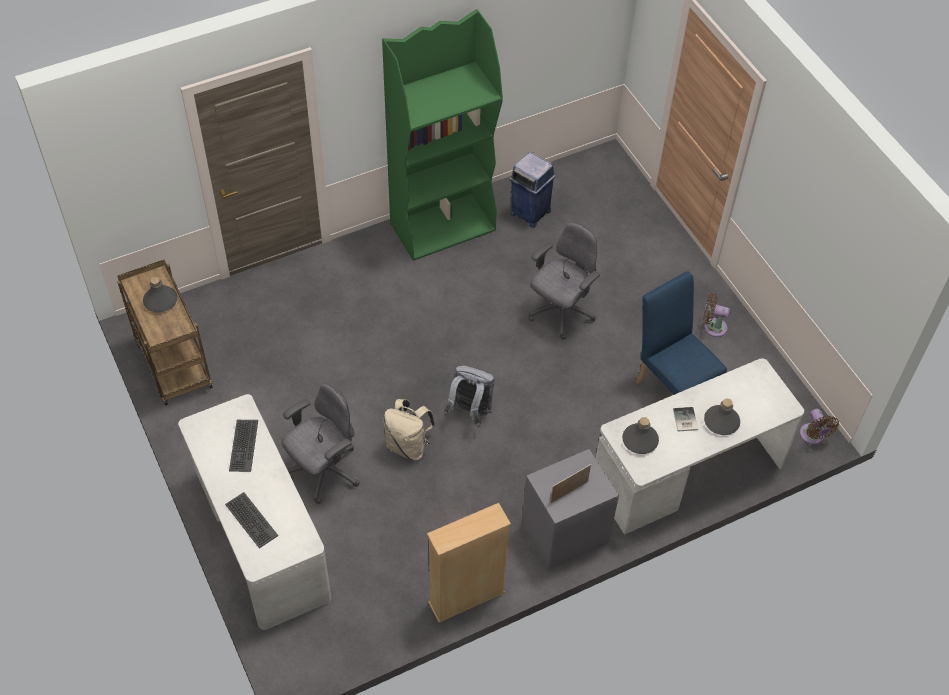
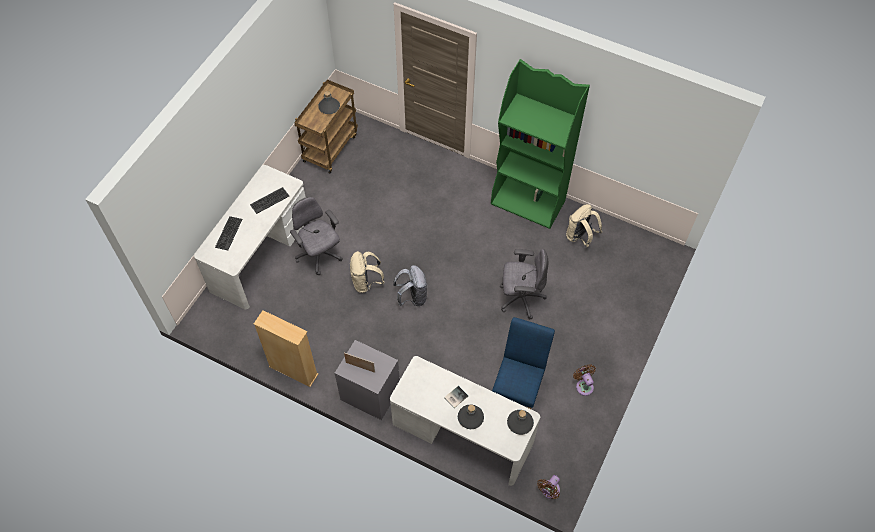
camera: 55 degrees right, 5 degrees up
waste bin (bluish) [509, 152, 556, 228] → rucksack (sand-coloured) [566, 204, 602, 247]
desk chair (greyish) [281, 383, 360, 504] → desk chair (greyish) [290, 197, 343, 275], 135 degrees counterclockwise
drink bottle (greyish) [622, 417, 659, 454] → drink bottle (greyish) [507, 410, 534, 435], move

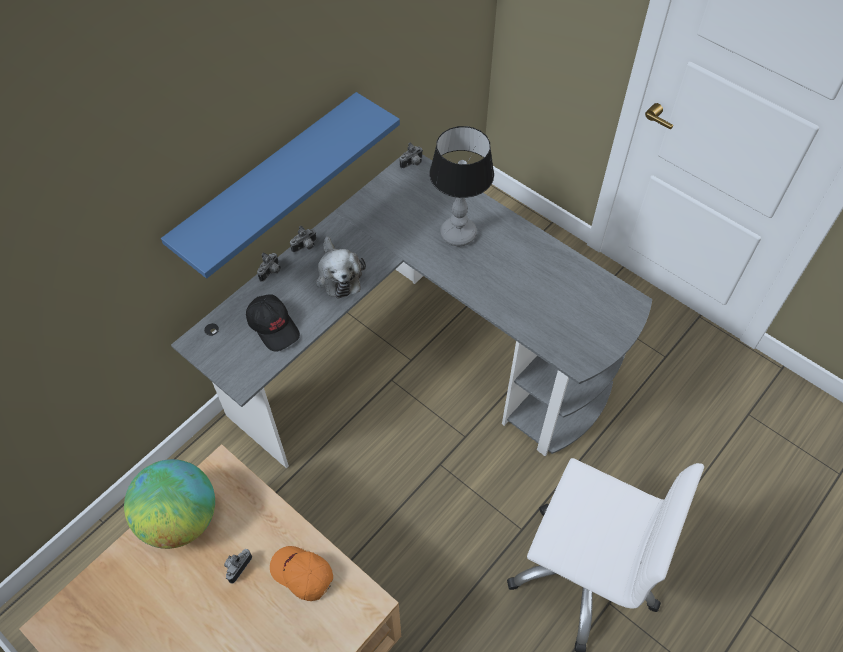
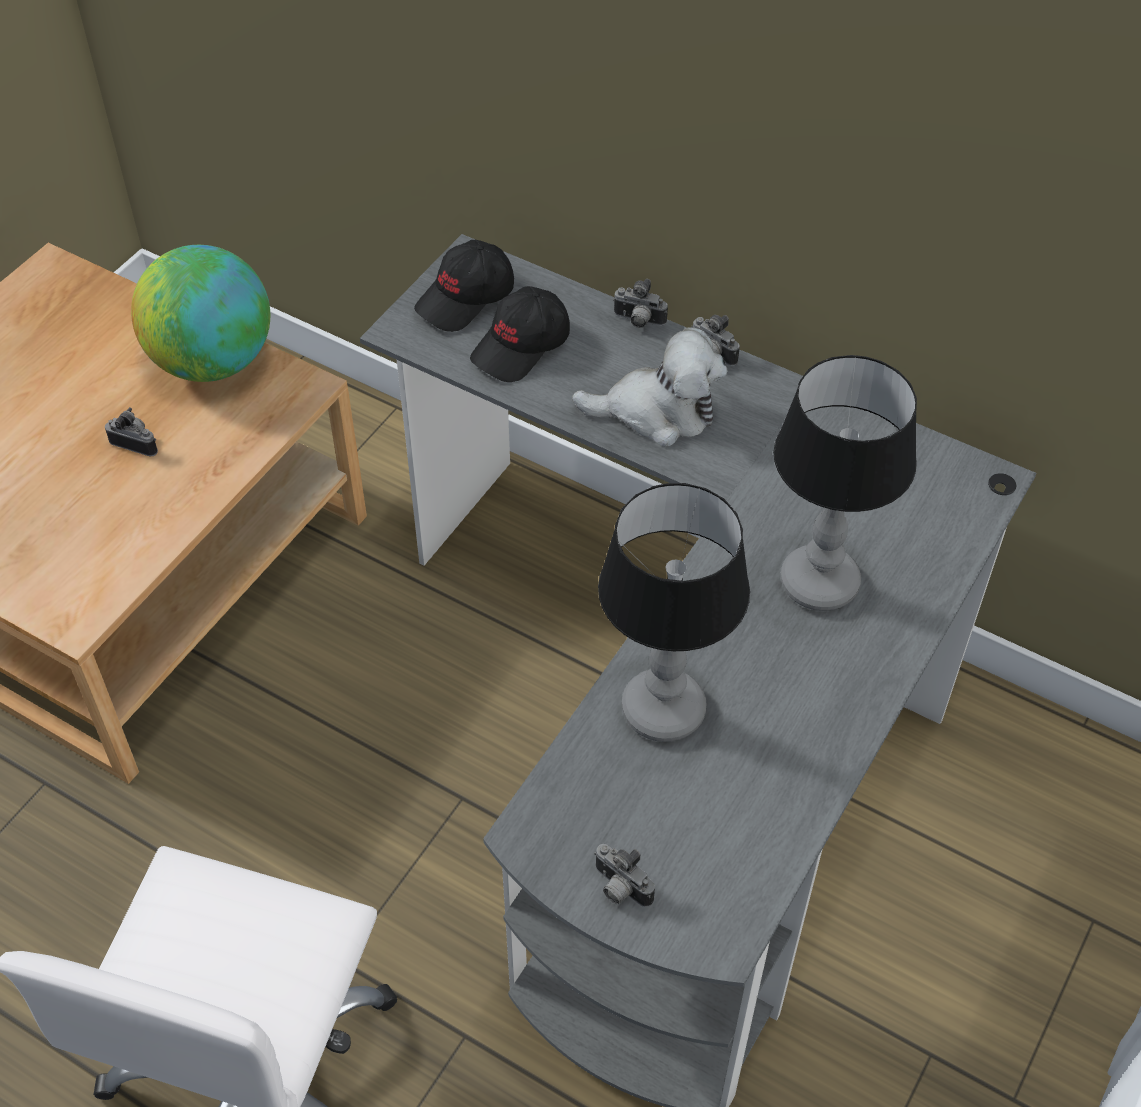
camera: 80 degrees right, 5 degrees down
bracket shelf (bluish) [161, 92, 400, 279] → -
still camera [399, 143, 423, 169] → still camera [594, 844, 655, 907], move
plush toy [316, 236, 366, 299] → plush toy [572, 327, 727, 446], 150 degrees counterclockwise
peaked cap (orange-coloured) [270, 546, 333, 601] → -
- → peaked cap (black-coloured) [414, 240, 514, 332]
- → tabletop lamp [598, 483, 750, 742]

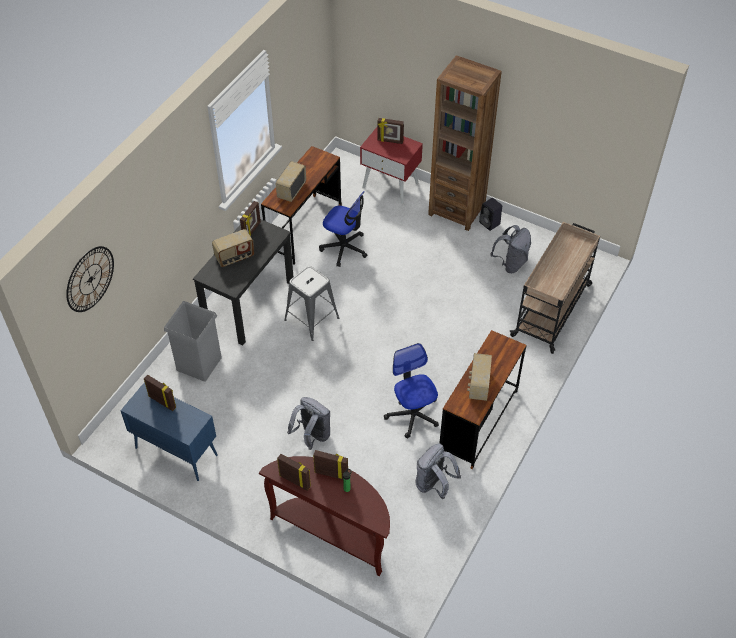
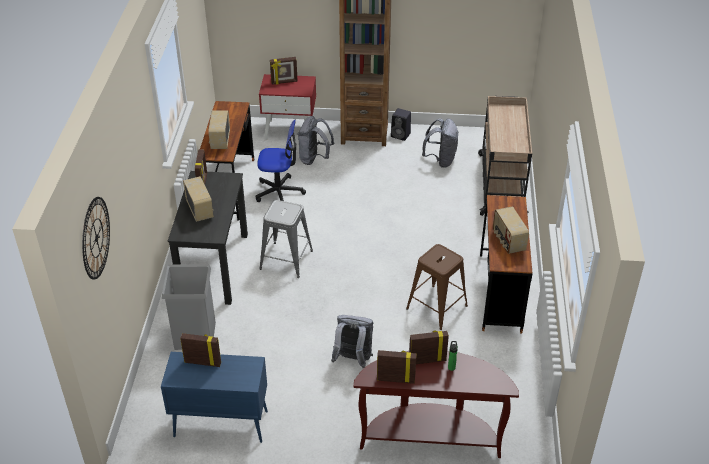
camera: 25 degrees left, 10 degrees down
radio receiver [212, 229, 254, 267] → radio receiver [183, 176, 214, 222], 60 degrees counterclockwise
desk chair [384, 343, 439, 438] → stool seat (brown) [406, 244, 468, 330]
rucksack (greyish) [416, 444, 461, 499] → rucksack (greyish) [297, 116, 334, 165], move

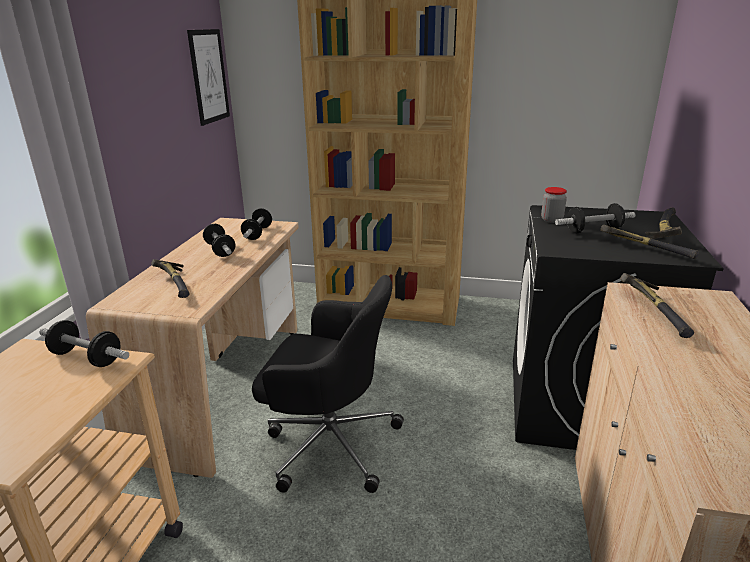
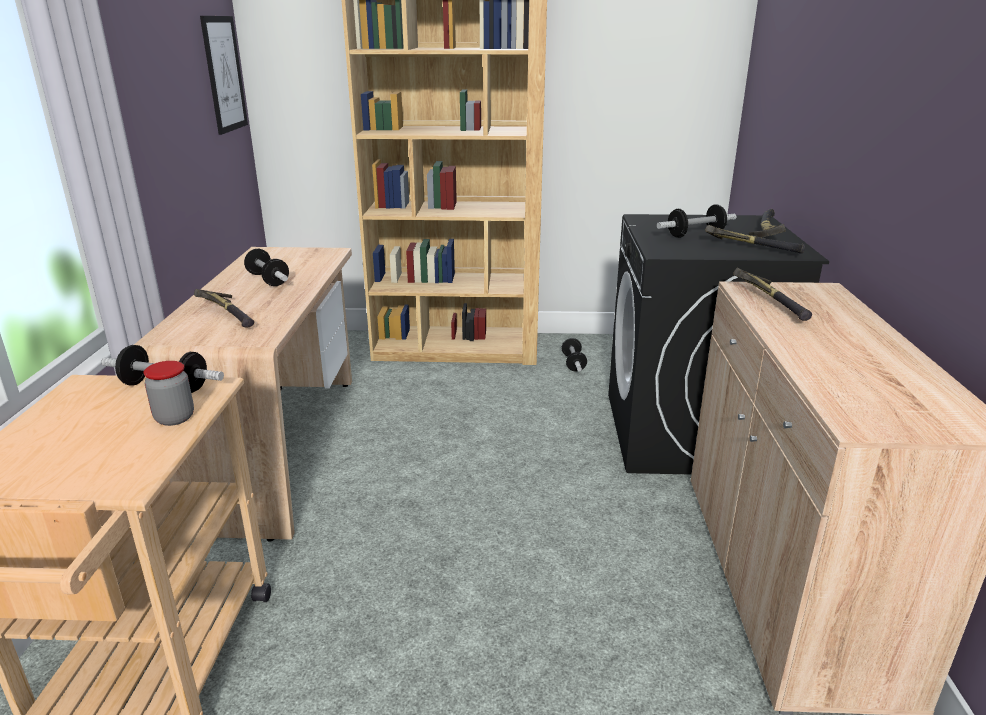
camera: 10 degrees left, 0 degrees up
storage jar [541, 187, 567, 223] → storage jar [144, 361, 194, 426], move
hand weight [241, 208, 272, 240] → hand weight [561, 338, 587, 372], move
desk chair (black-coloured) [252, 275, 404, 493] → -

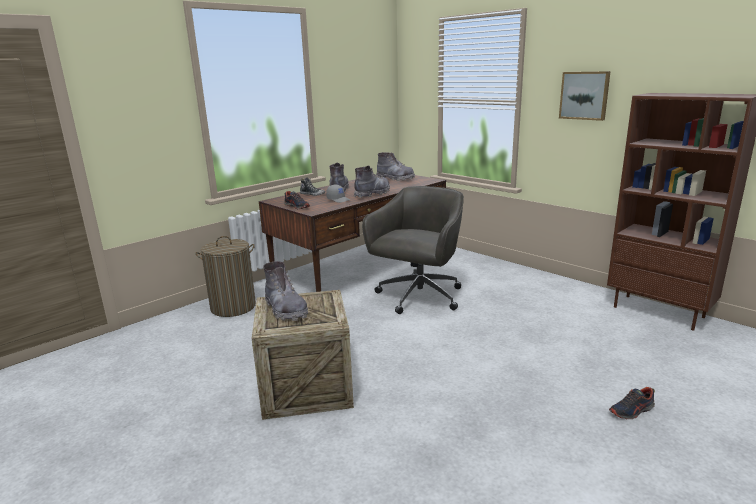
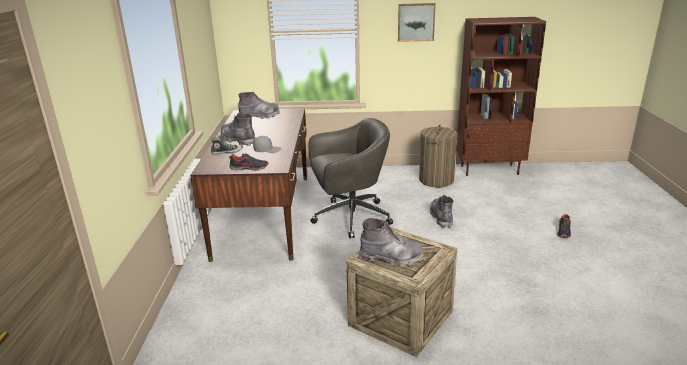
camera: 45 degrees left, 5 degrees up
tall boot (greyish) [354, 165, 390, 198] → tall boot (greyish) [430, 195, 453, 228], move
desk chair (greyish) [362, 186, 464, 314] → desk chair (greyish) [308, 118, 393, 238], 90 degrees clockwise
washing basket [195, 236, 256, 317] → washing basket [419, 125, 457, 188], move

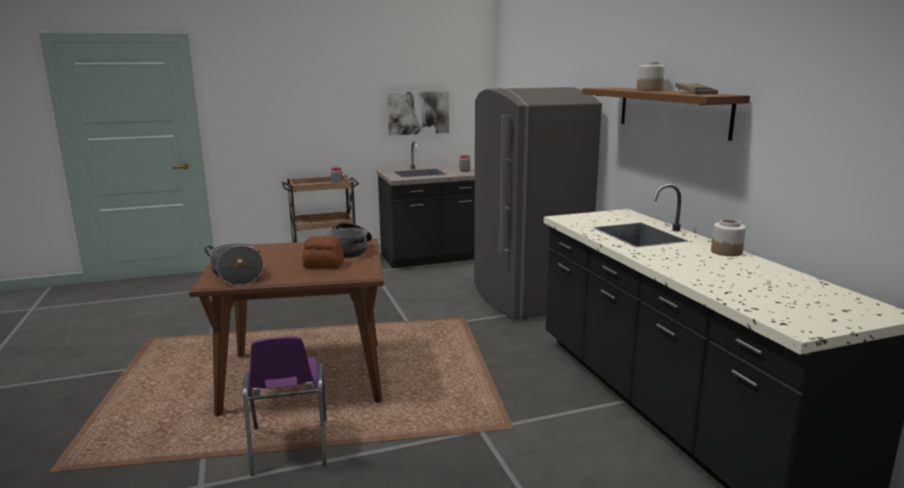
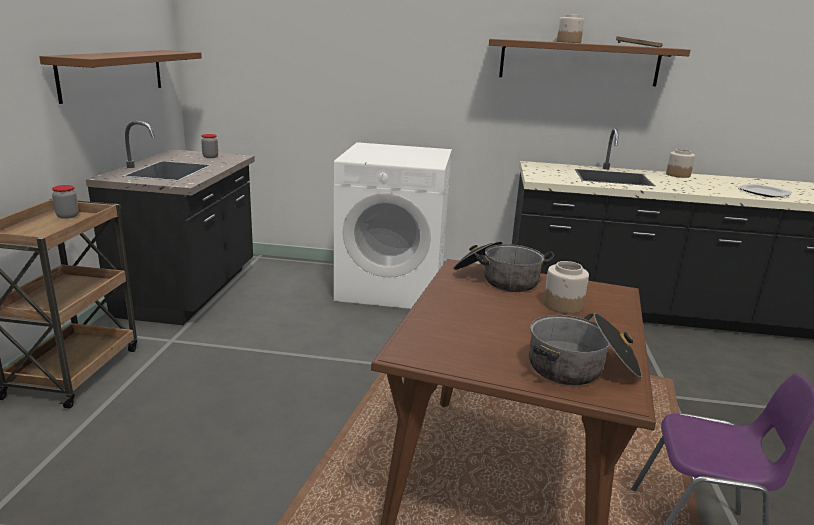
camera: 65 degrees left, 5 degrees up
refrigerator (greyish) [474, 87, 602, 320] → laundry machine (white-coloured) [333, 142, 452, 309]
wall art [387, 91, 449, 135] → bracket shelf (brown) [39, 50, 202, 104]
bread [303, 236, 344, 269] → storage jar [543, 261, 589, 314]
- → dinner plate [739, 184, 792, 197]

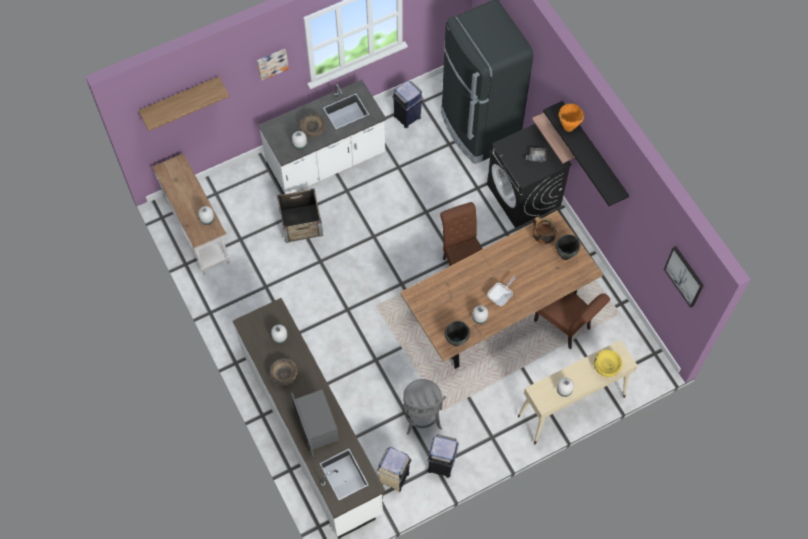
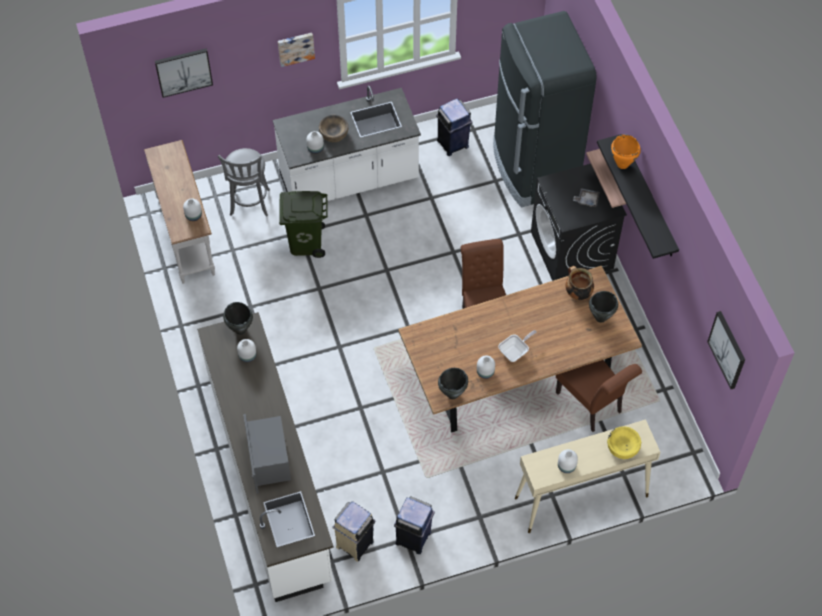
camera: 10 degrees right, 5 degrees down
bracket shelf [138, 76, 230, 131] → wall art [155, 48, 213, 98]
packing crate [277, 188, 323, 243] → waste bin (greenish) [279, 191, 328, 258]
serving bowl (brown) [269, 358, 298, 386] → -
stool seat (greyish) [402, 379, 446, 435] → stool seat (greyish) [218, 148, 270, 216], move
- → stockpot (black-coloured) [223, 302, 253, 335]

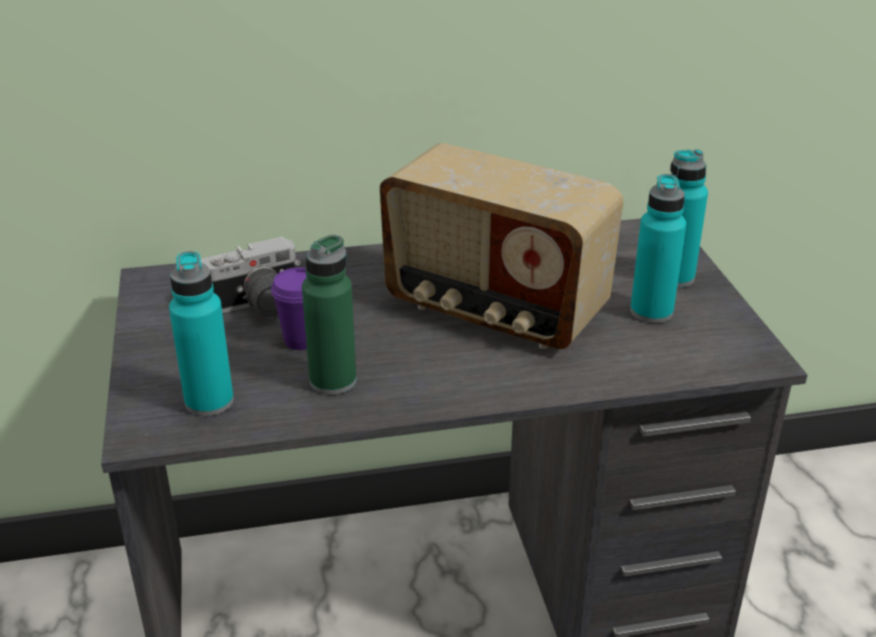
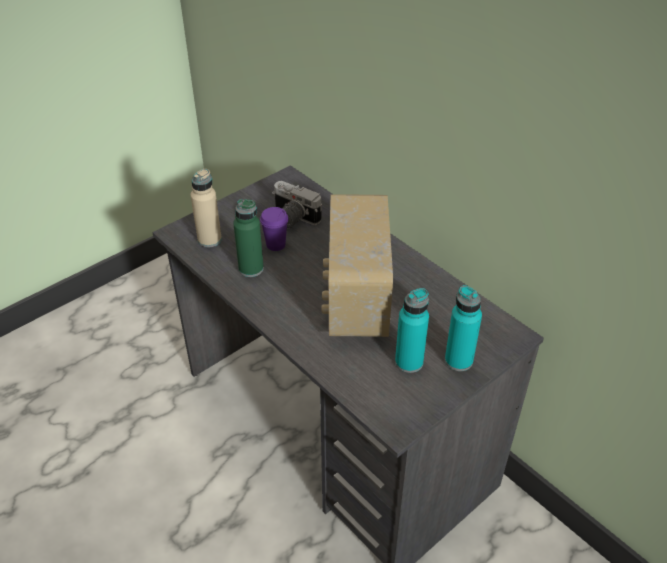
camera: 60 degrees right, 10 degrees up
drink bottle (blue-green) [169, 251, 234, 416] → drink bottle (sand-coloured) [190, 169, 222, 248]

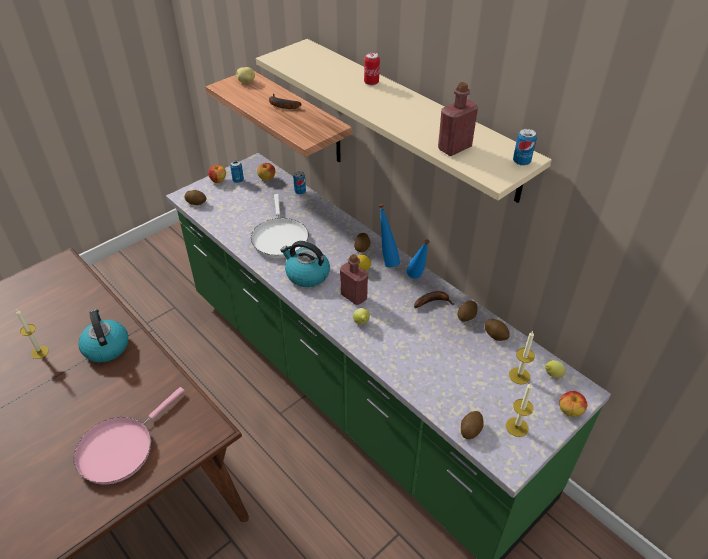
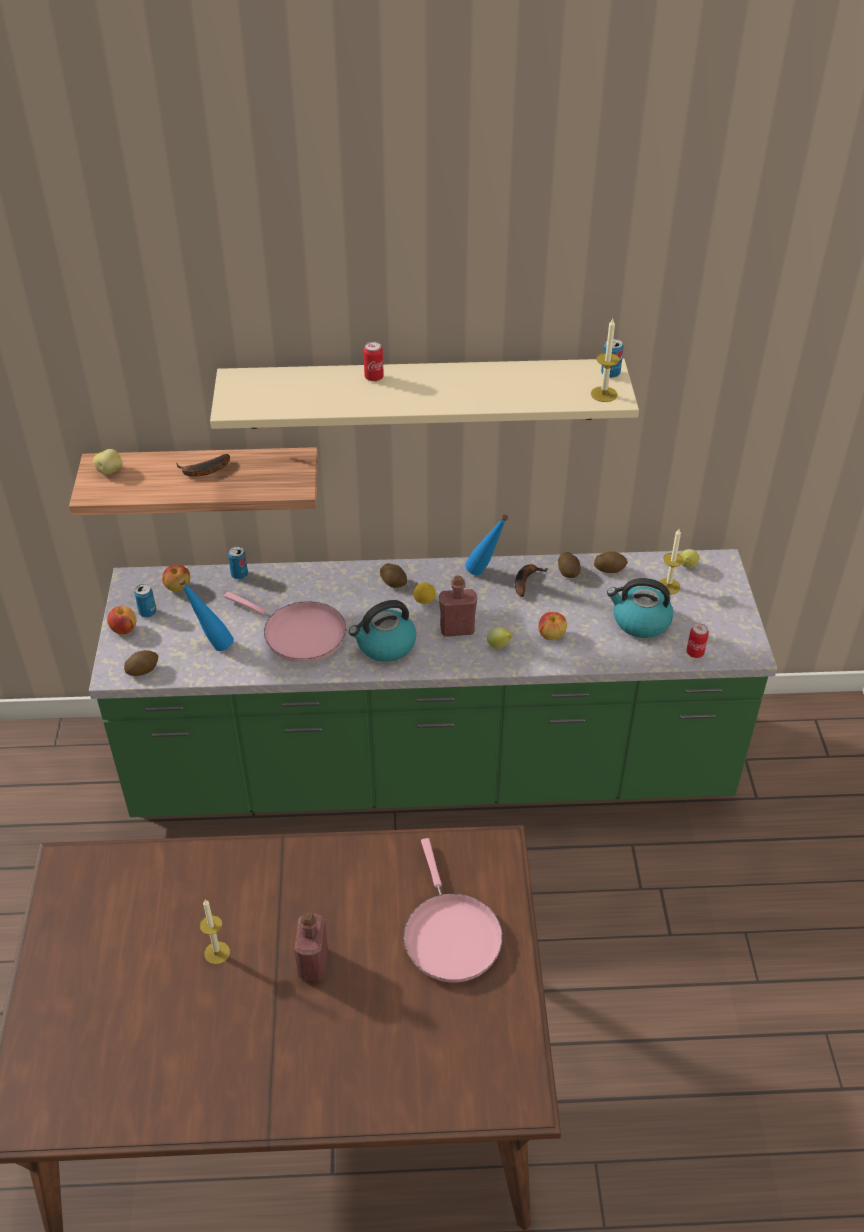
camera: 50 degrees left, 0 degrees up
drink bottle (reddish) [438, 82, 478, 156] → drink bottle (reddish) [294, 912, 328, 981], move
pan (white-coloured) [251, 194, 309, 258] → pan (pink-coloured) [224, 592, 346, 662]
drink bottle (bluish) [379, 204, 400, 267] → drink bottle (bluish) [179, 579, 234, 651], move
tea kettle [78, 309, 128, 362] → tea kettle [607, 578, 673, 638], move
wax light [506, 383, 533, 437] → wax light [591, 319, 620, 402], move
apple fruit [559, 391, 587, 417] → apple fruit [539, 612, 567, 640], move
potato [461, 411, 484, 439] → metal can [686, 623, 709, 658]

